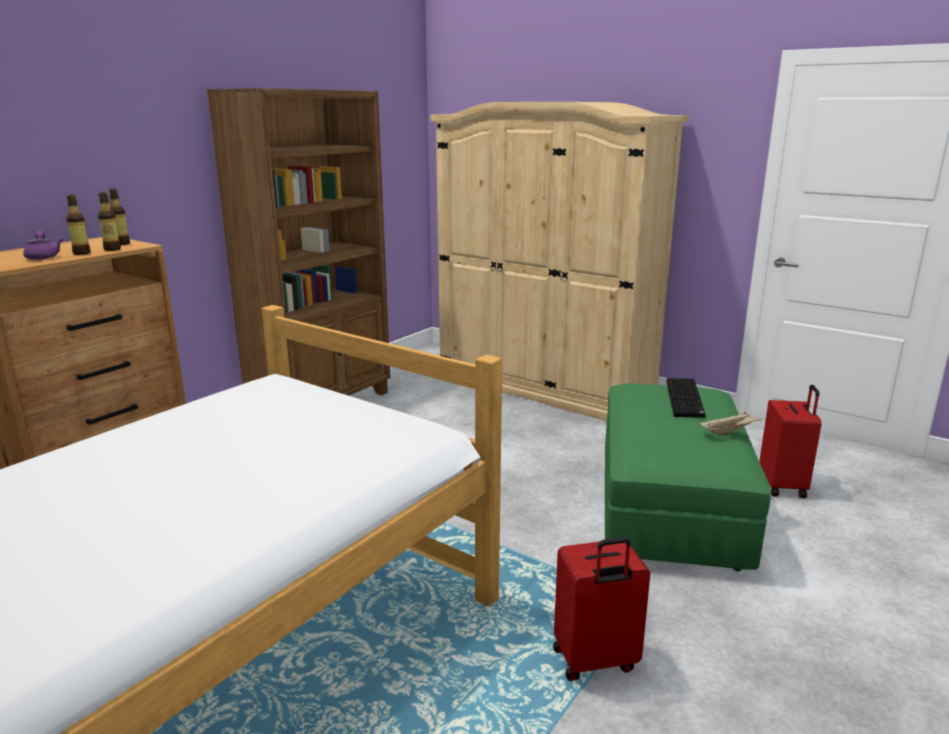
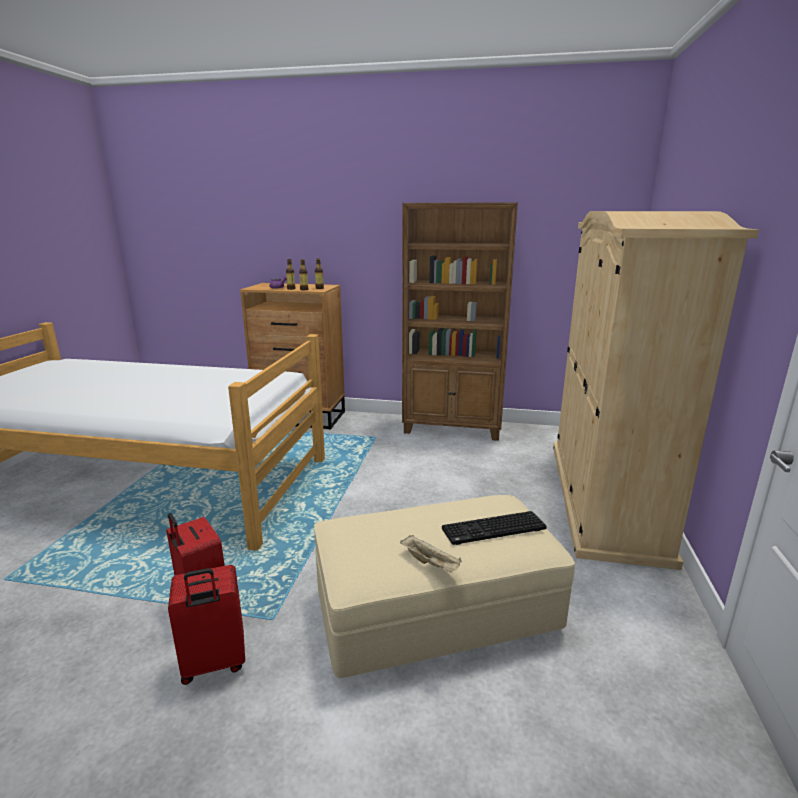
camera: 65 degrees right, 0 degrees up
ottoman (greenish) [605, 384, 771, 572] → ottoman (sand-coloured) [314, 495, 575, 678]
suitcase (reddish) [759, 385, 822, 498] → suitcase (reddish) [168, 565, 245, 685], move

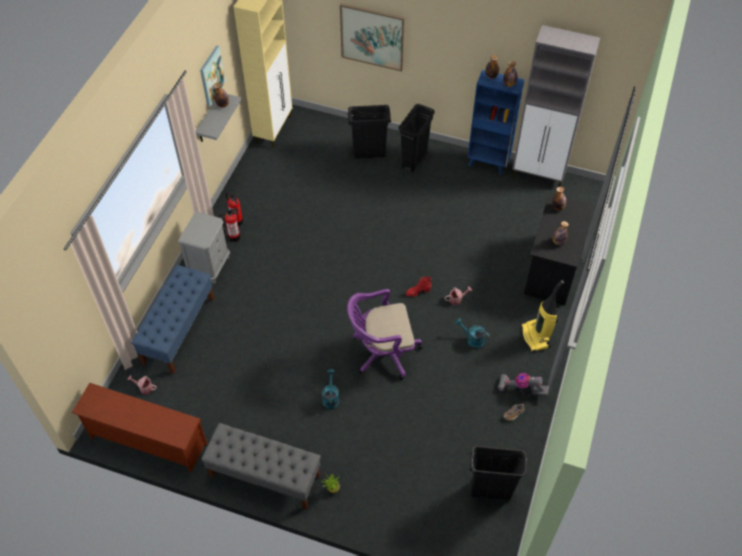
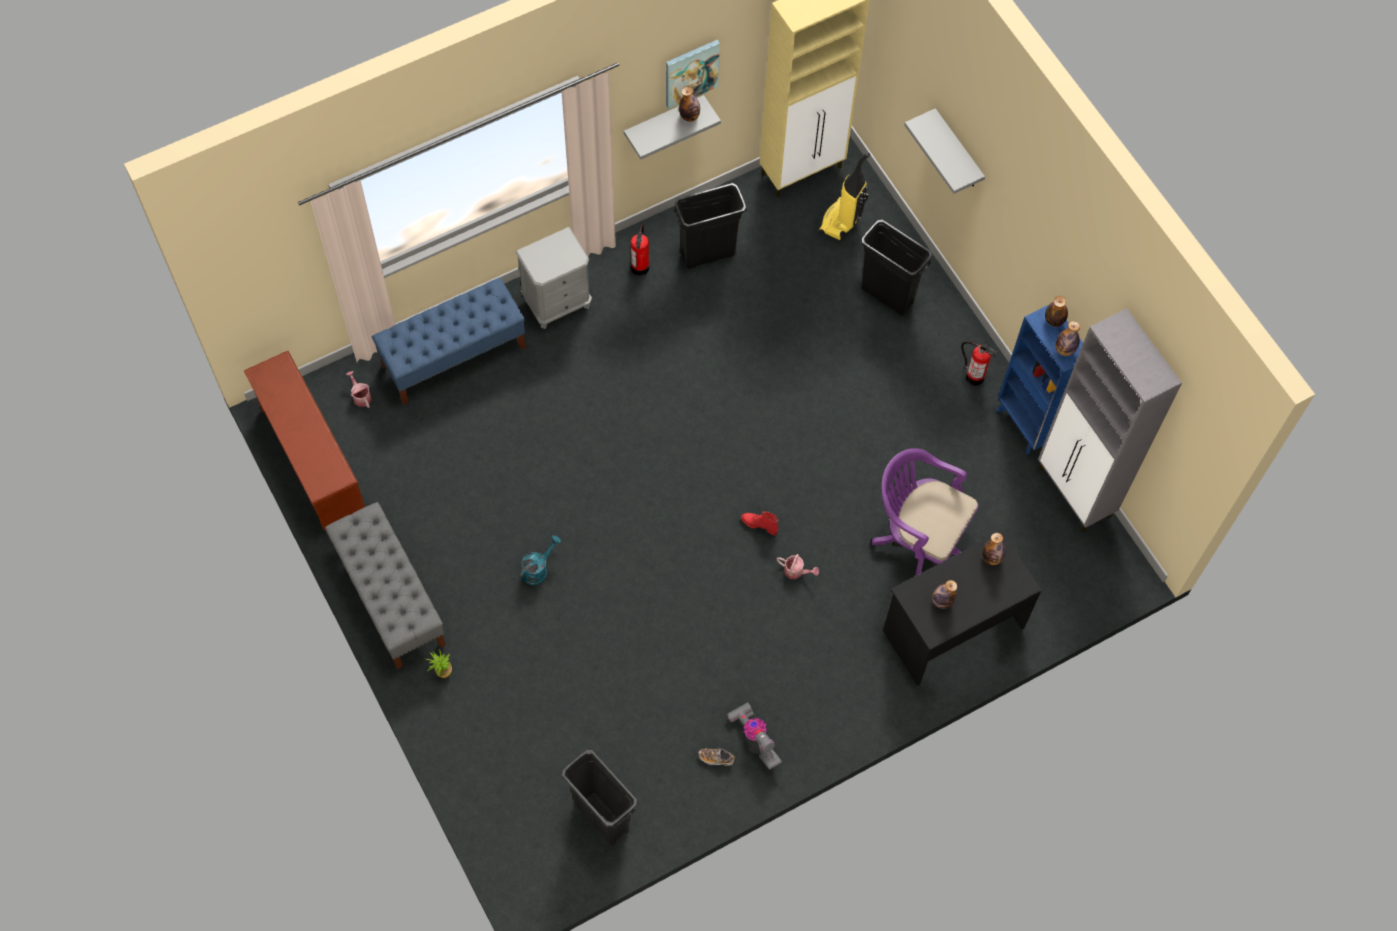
camera: 40 degrees right, 10 degrees up
wall art [340, 3, 405, 71] → bracket shelf (greyish) [904, 108, 985, 194]
waste bin (black-coloured) [398, 104, 435, 172] → waste bin (black-coloured) [674, 183, 746, 269], move
fire extinguisher [218, 208, 241, 242] → fire extinguisher [961, 341, 997, 386], move
hoover [521, 280, 564, 353] → hoover [819, 152, 870, 241], move
desk chair (purplish) [347, 289, 422, 380] → desk chair (purplish) [870, 448, 978, 576], move
watering pot (blue-green) [455, 318, 490, 349] → -

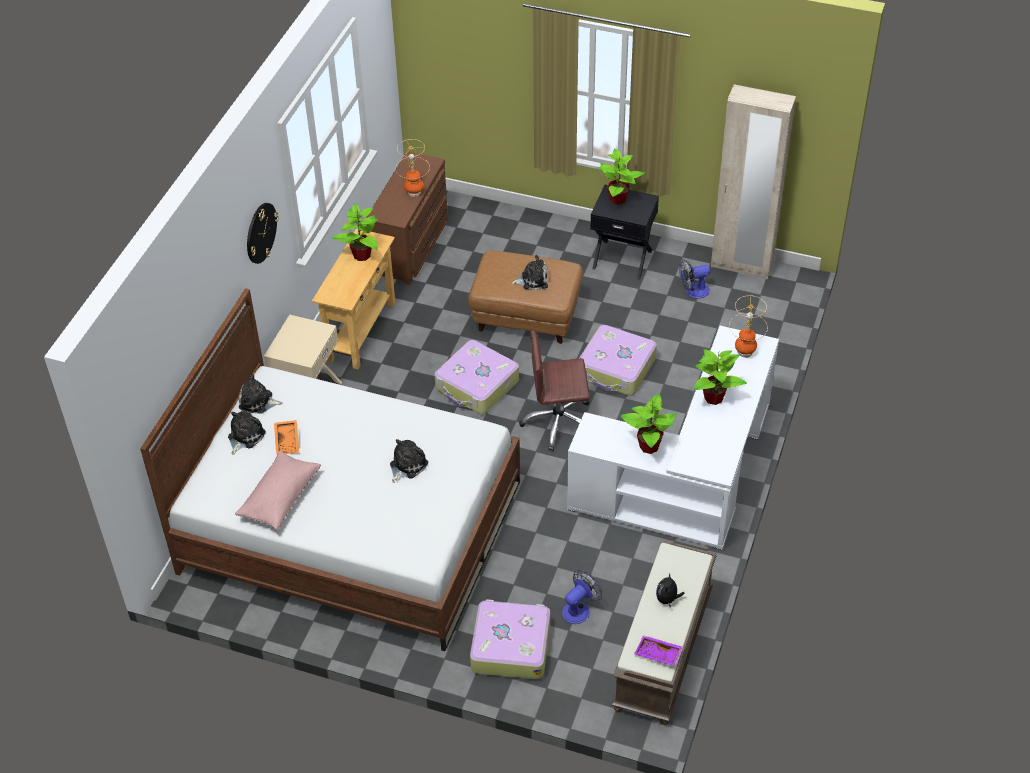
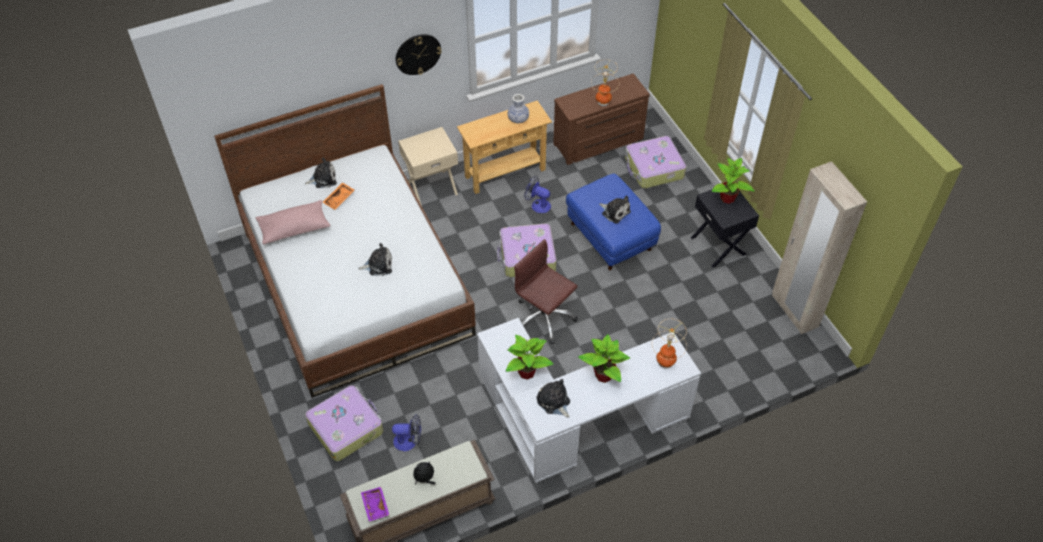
camera: 45 degrees right, 5 degrees up
plant in a pot [332, 203, 378, 261] → flower vase [508, 94, 529, 124]
ottoman (brown) [468, 251, 583, 344] → ottoman (bluish) [566, 173, 661, 270]
electric fan [679, 259, 710, 299] → electric fan [524, 176, 551, 213], move
suitcase [579, 325, 657, 396] → suitcase [625, 136, 686, 189], move
plush toy [239, 373, 283, 414] → plush toy [537, 379, 570, 418], move

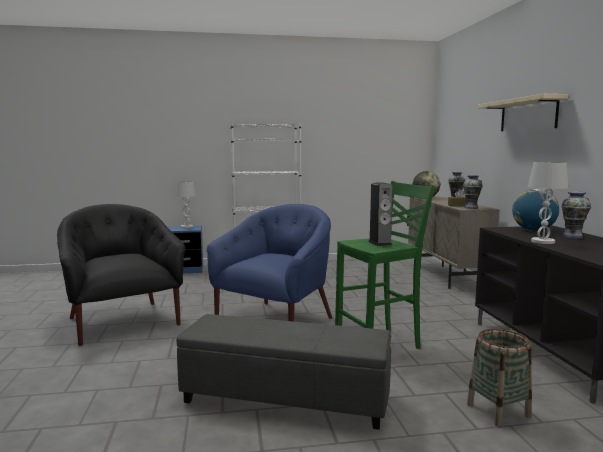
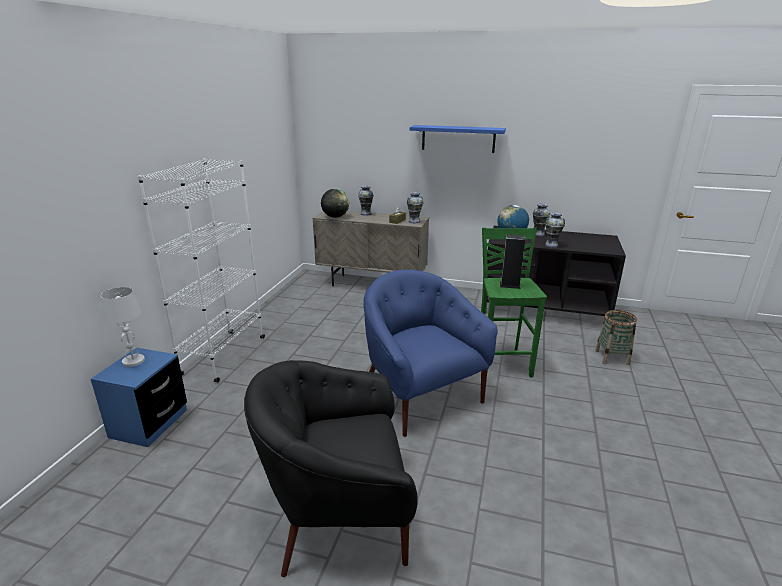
camera: 65 degrees left, 15 degrees up
bracket shelf (sand-coloured) [478, 94, 568, 131] → bracket shelf (bluish) [410, 125, 506, 153]
tabletop lamp (white-coloured) [528, 162, 568, 244] → flower vase [545, 213, 565, 248]
ottoman (greyish) [177, 314, 391, 430] → -

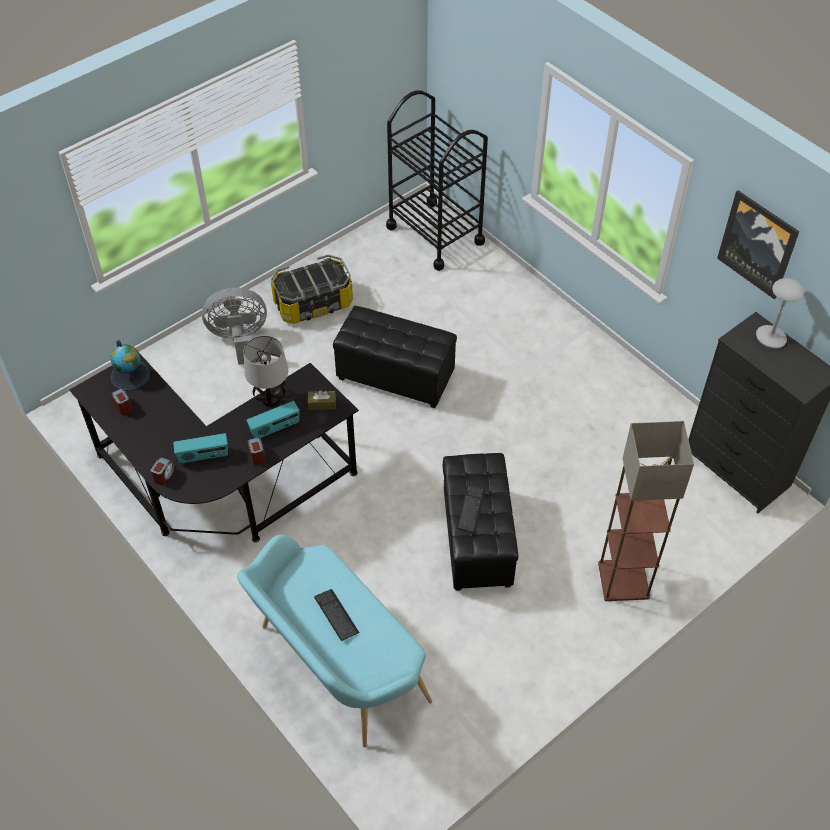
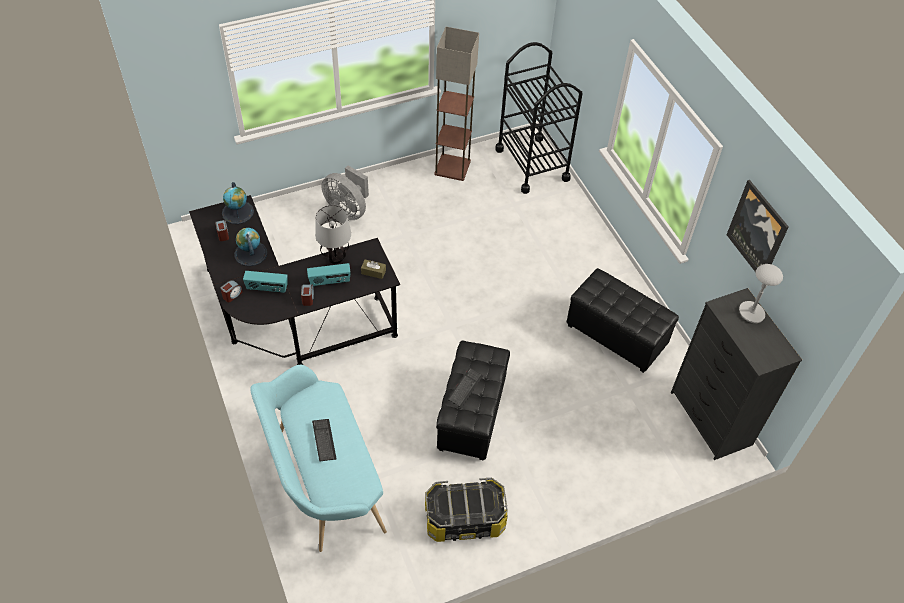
camera: 15 degrees right, 0 degrees up
storage box [271, 255, 353, 324] → storage box [425, 478, 508, 542], move
electric fan (greyish) [202, 288, 270, 365] → electric fan (greyish) [321, 165, 369, 220], 150 degrees counterclockwise
ottoman (black-coloured) [333, 306, 457, 408] → ottoman (black-coloured) [566, 268, 679, 373], move
standing lamp [598, 421, 694, 601] → standing lamp [434, 27, 479, 181], move
- → globe [234, 228, 267, 266]

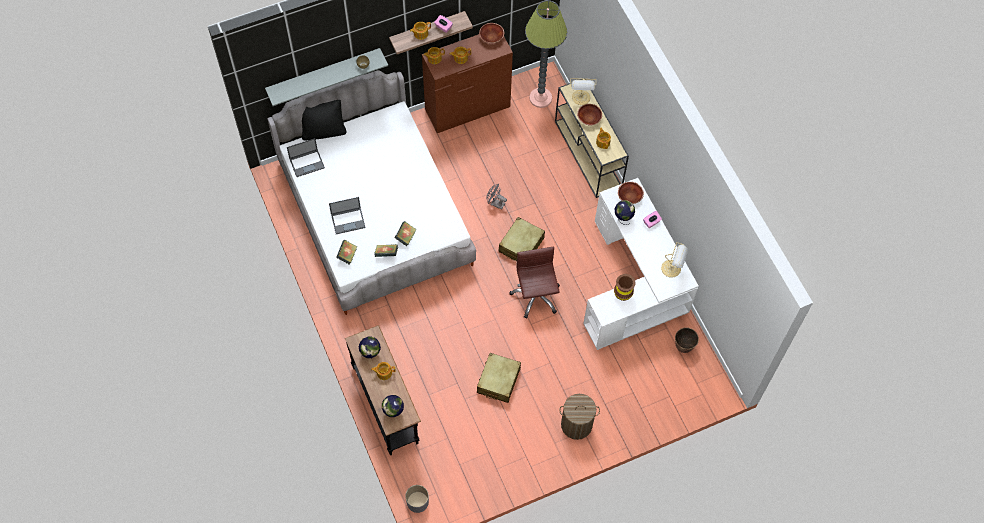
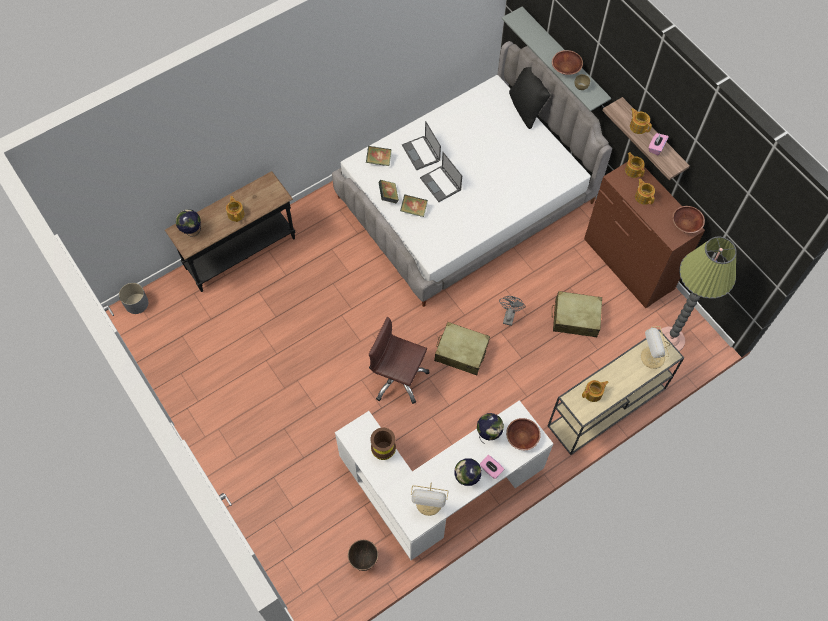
camera: 80 degrees right, 0 degrees up
serving bowl (brown) [577, 104, 602, 125] → serving bowl (brown) [552, 50, 583, 75], move
portable computer [287, 138, 325, 177] → portable computer [420, 152, 462, 202], move
desk chair (brown) [509, 247, 560, 319] → desk chair (brown) [369, 317, 430, 404], 135 degrees counterclockwise
globe [359, 336, 381, 358] → globe [454, 458, 482, 486], move
suitcase (sand-coloured) [477, 353, 521, 403] → suitcase (sand-coloured) [552, 291, 602, 337], move
washing basket [559, 394, 600, 440] → -

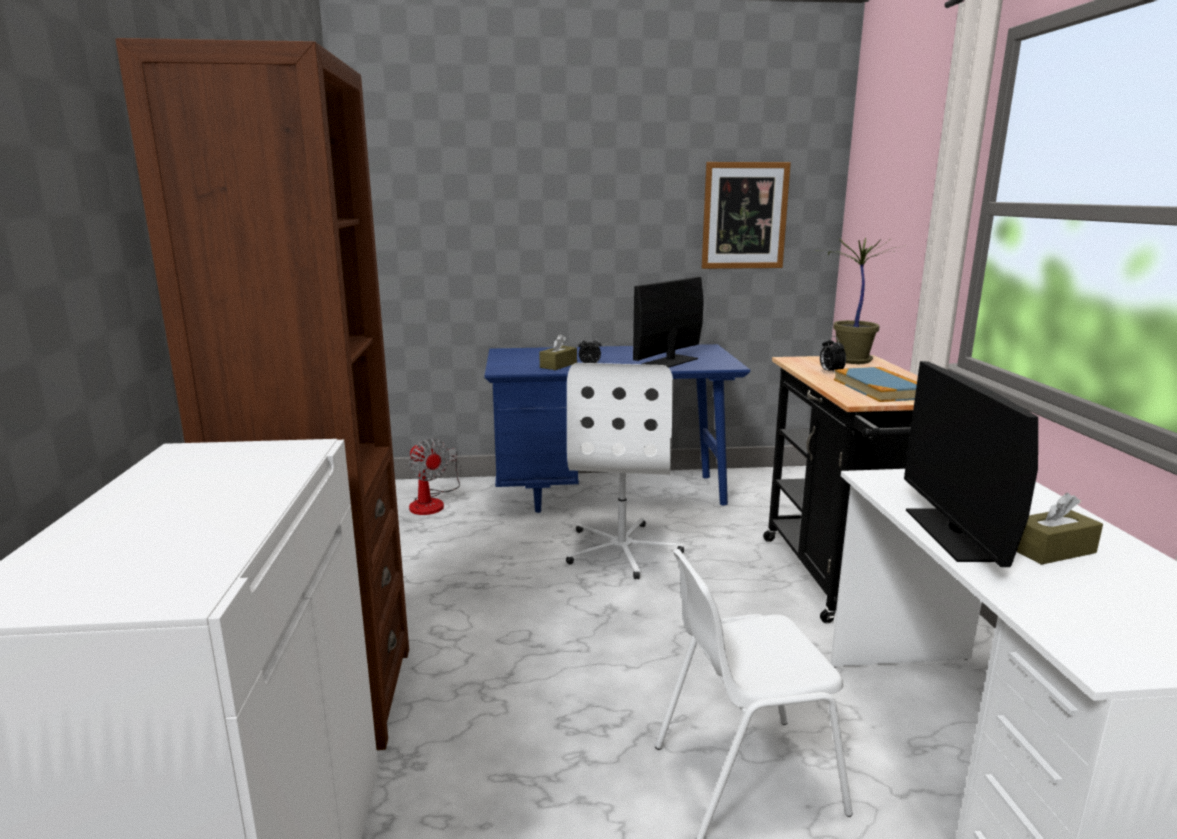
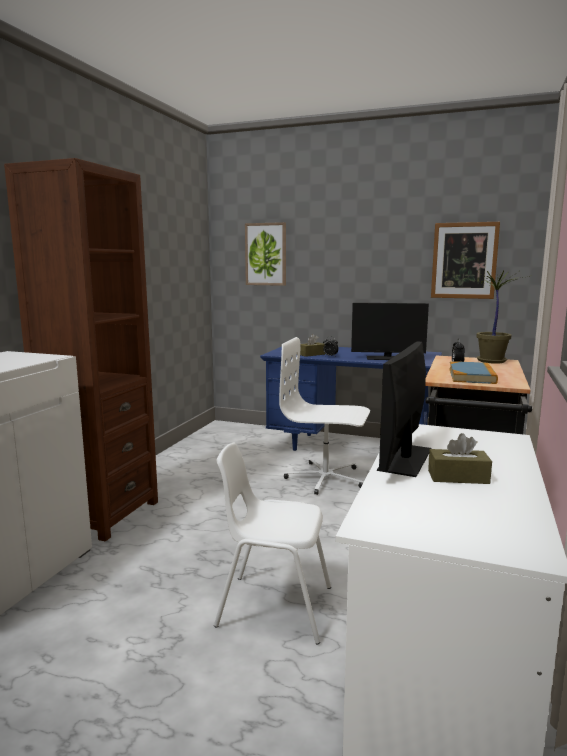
camera: 25 degrees right, 5 degrees down
computer display [633, 277, 704, 368] → computer display [351, 303, 429, 360], 150 degrees counterclockwise
desk chair (white-coloured) [566, 363, 684, 580] → desk chair (white-coloured) [279, 337, 370, 495], 75 degrees clockwise
electric fan [409, 438, 460, 515] → -
- → wall art [245, 222, 286, 286]

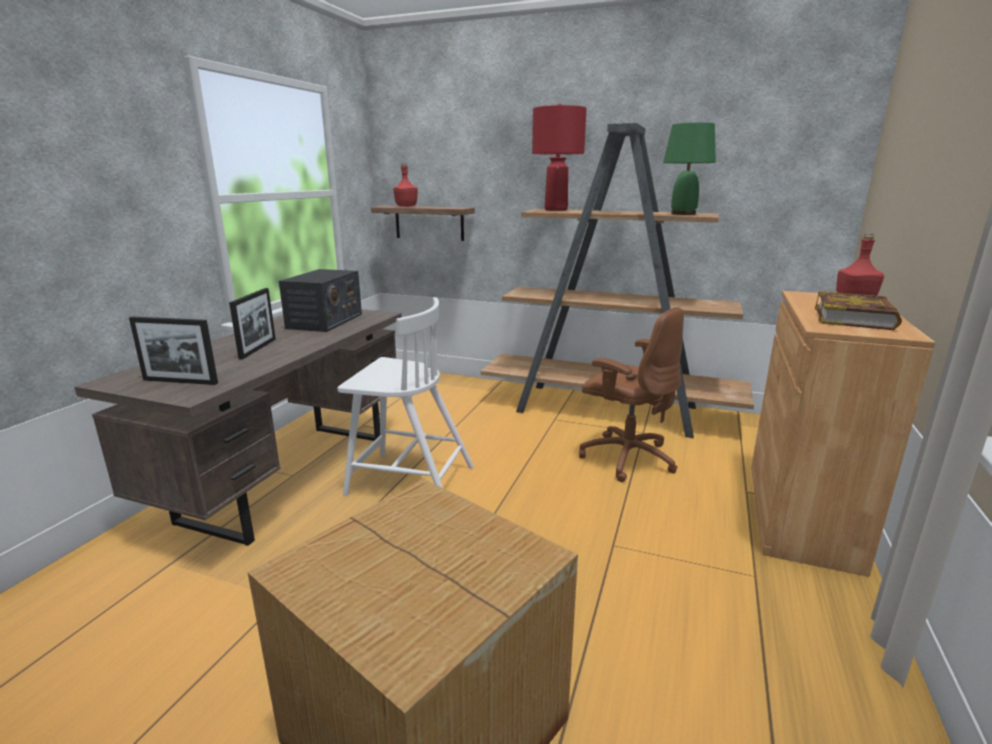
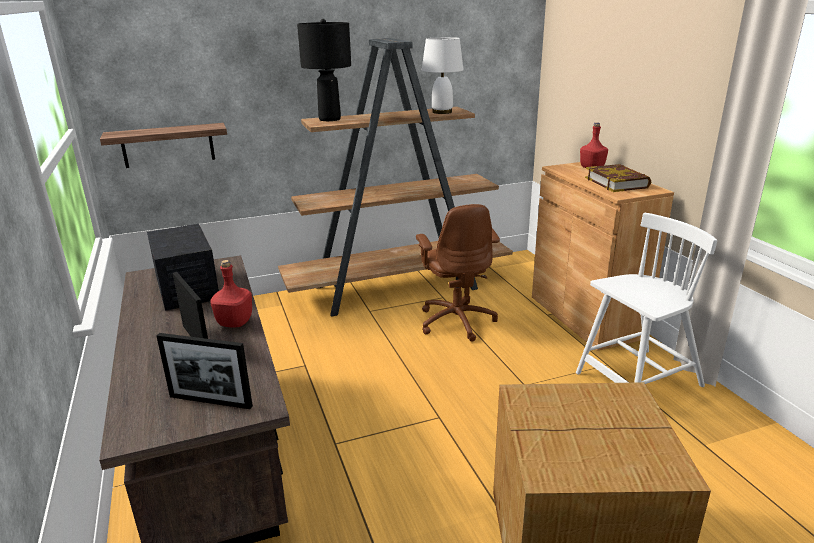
camera: 40 degrees left, 5 degrees up
tabletop lamp (reddish) [532, 104, 587, 211] → tabletop lamp (black-coloured) [297, 19, 351, 121]
tabletop lamp (greenish) [663, 123, 716, 215] → tabletop lamp (white-coloured) [422, 37, 464, 114]
drink bottle (reddish) [393, 163, 418, 207] → drink bottle (reddish) [210, 260, 252, 327], move
upright chair (white-coloured) [337, 297, 474, 496] → upright chair (white-coloured) [576, 213, 717, 387], move
desk chair (brown) [579, 307, 684, 482] → desk chair (brown) [416, 204, 500, 342], 75 degrees clockwise
picture frame [129, 317, 218, 385] → picture frame [156, 333, 253, 409], 45 degrees clockwise

